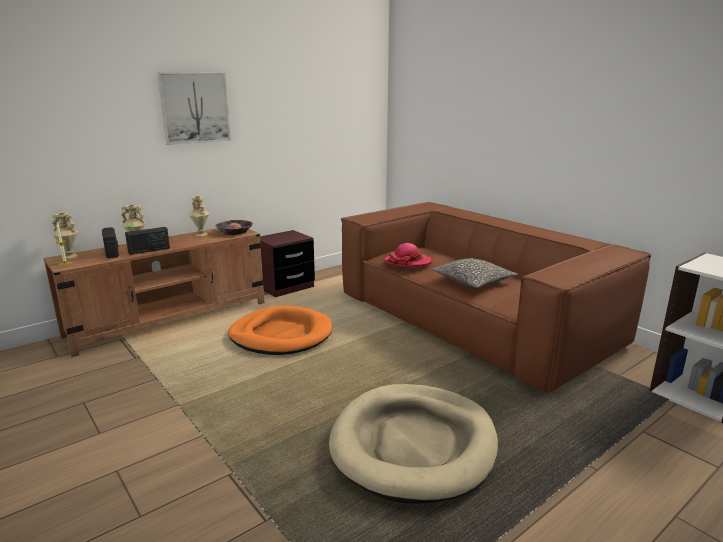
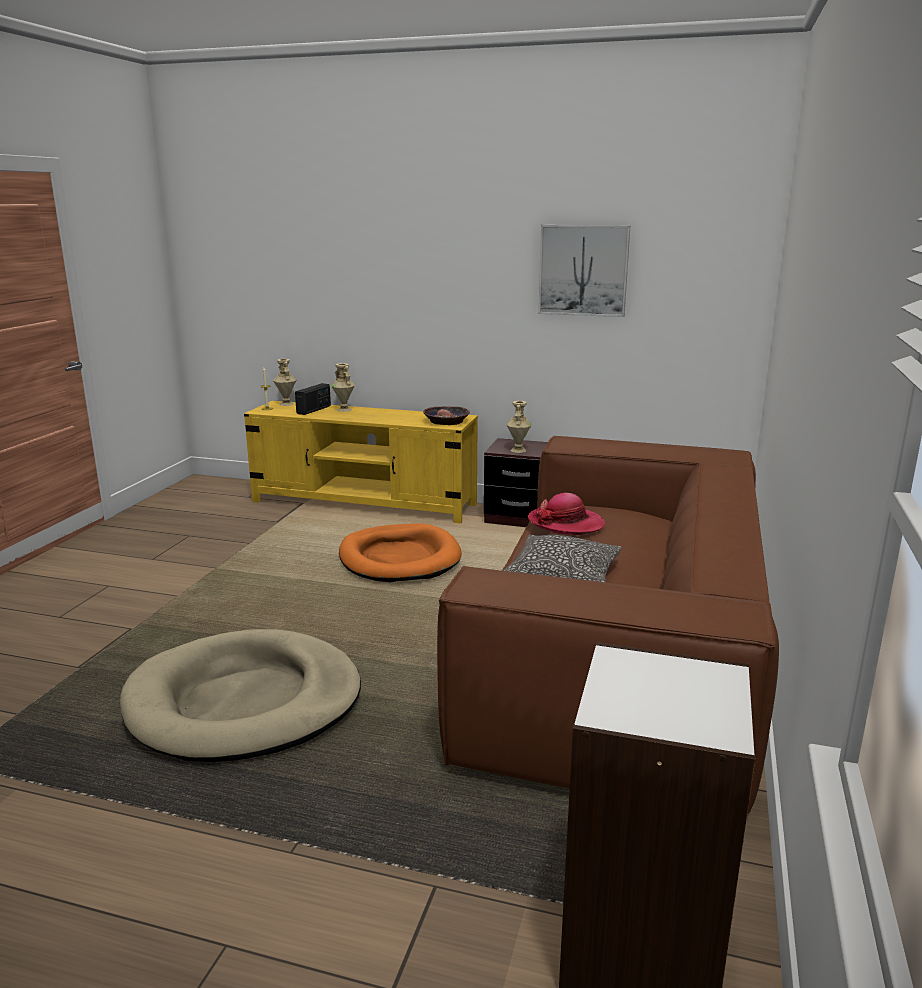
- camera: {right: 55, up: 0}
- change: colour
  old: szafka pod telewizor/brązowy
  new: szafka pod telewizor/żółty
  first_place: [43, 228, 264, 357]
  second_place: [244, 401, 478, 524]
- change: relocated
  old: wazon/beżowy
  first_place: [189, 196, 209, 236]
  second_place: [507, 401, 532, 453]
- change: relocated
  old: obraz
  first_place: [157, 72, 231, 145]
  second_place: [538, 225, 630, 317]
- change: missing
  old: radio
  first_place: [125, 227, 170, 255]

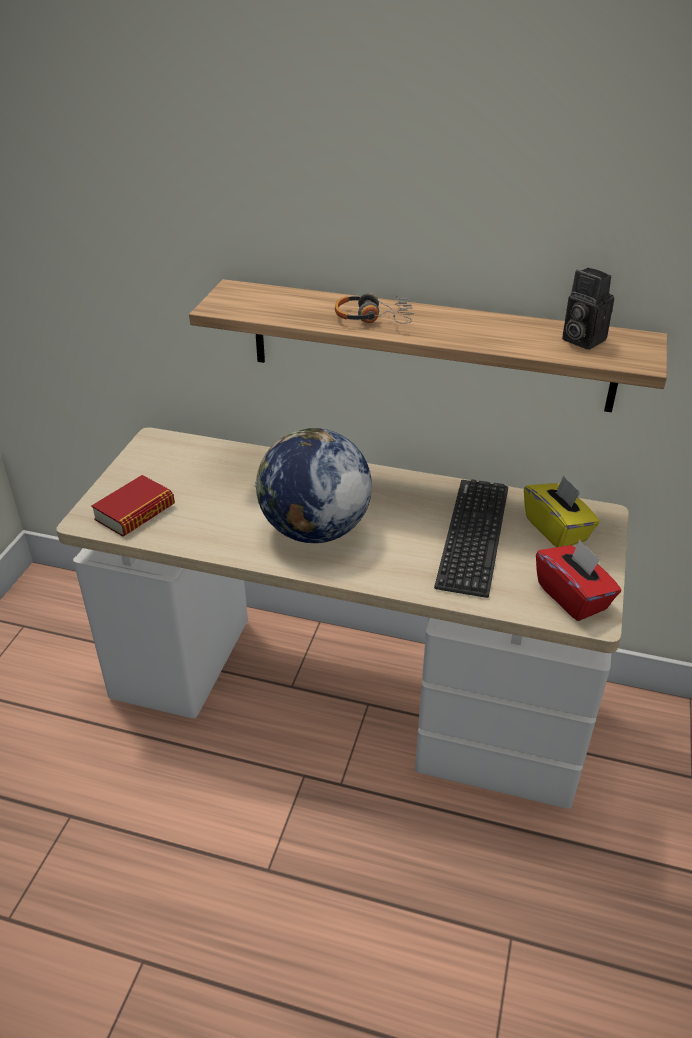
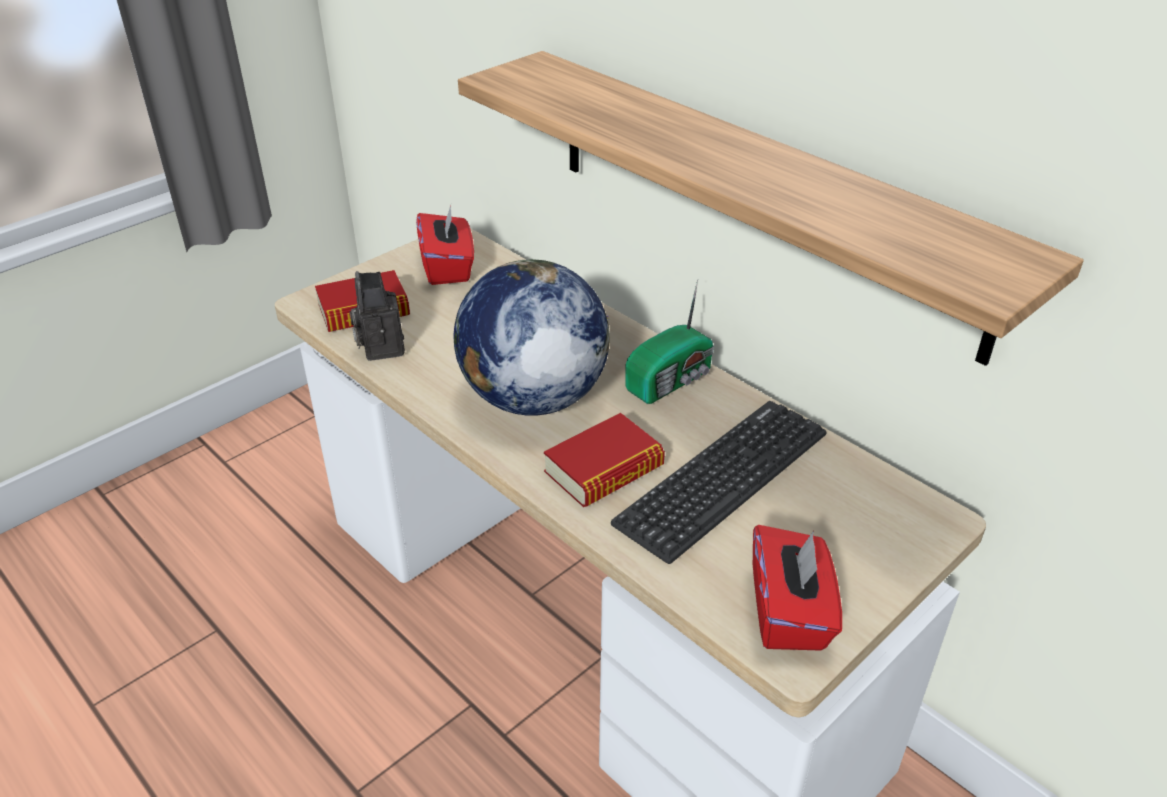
- camera: {right: 30, up: 0}
- change: relocated
  old: aparat fotograficzny
  first_place: [562, 268, 614, 350]
  second_place: [350, 271, 405, 361]
- change: appeared
  new: pudełko chusteczek/czerwony
  second_place: [416, 205, 474, 285]
- change: appeared
  new: książka
  second_place: [544, 413, 665, 507]
- change: appeared
  new: radio
  second_place: [625, 279, 714, 404]
- change: missing
  old: słuchawki
  first_place: [335, 293, 414, 324]
- change: missing
  old: pudełko chusteczek/żółty
  first_place: [524, 475, 600, 547]

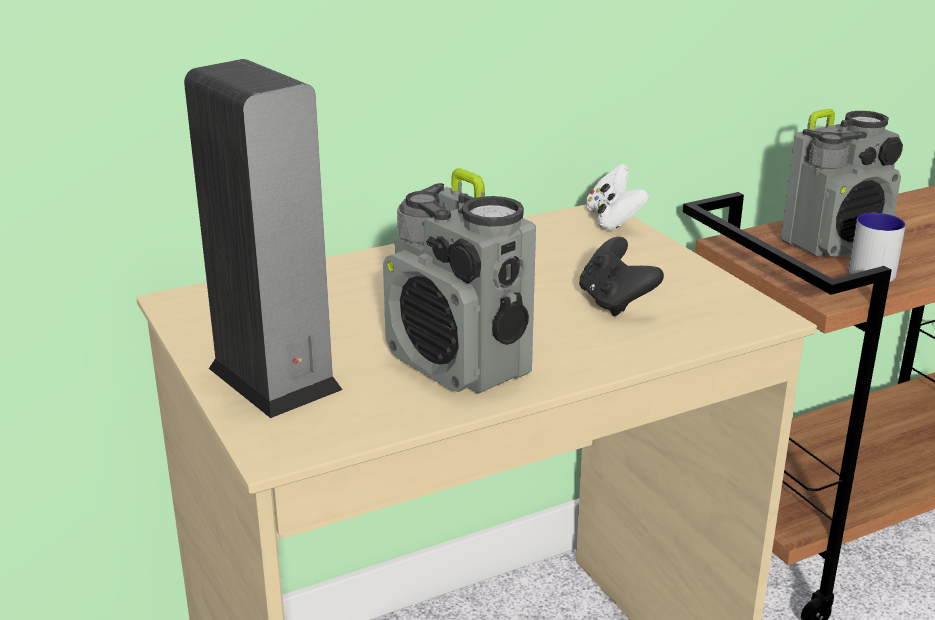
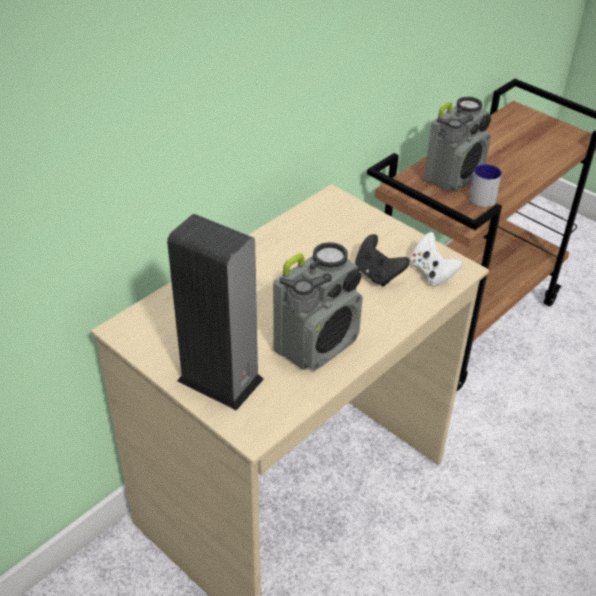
- camera: {right: -20, up: 15}
- change: spun
  old: radio
  first_place: [383, 168, 536, 394]
  second_place: [273, 242, 363, 371]
  degrees: -75
- change: relocated
  old: pad do gier/biały
  first_place: [586, 164, 649, 230]
  second_place: [410, 232, 463, 286]

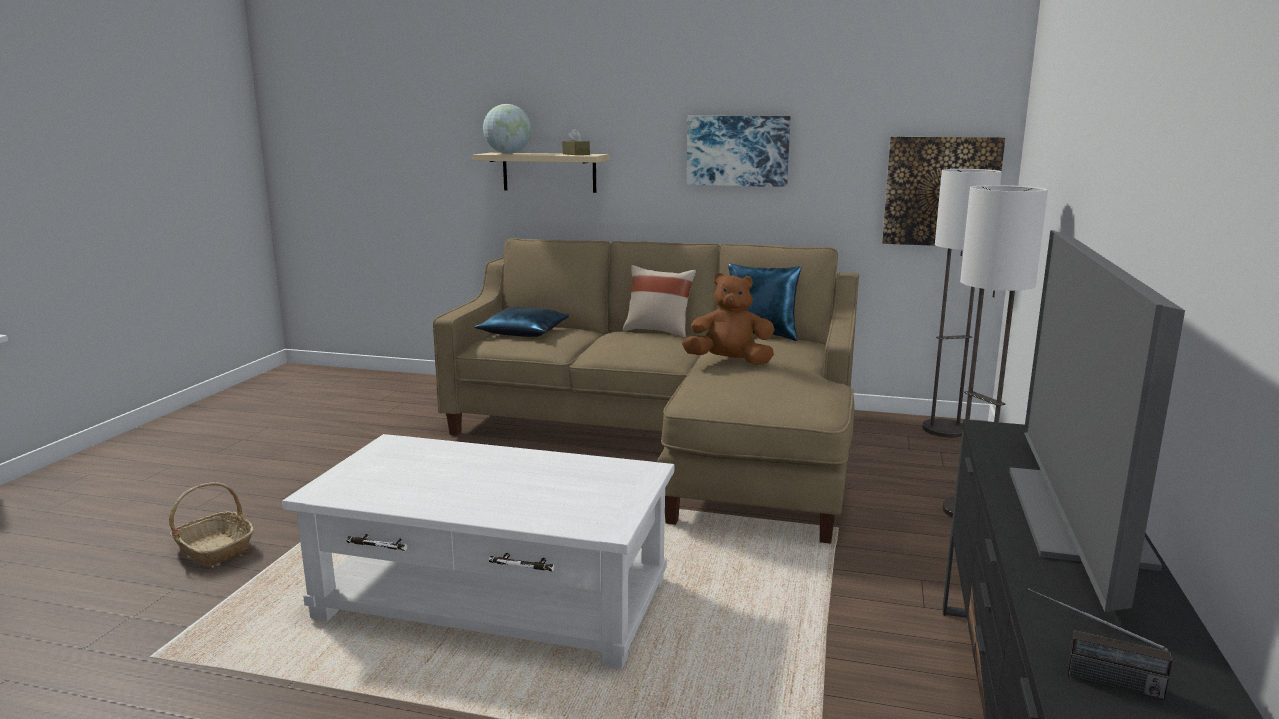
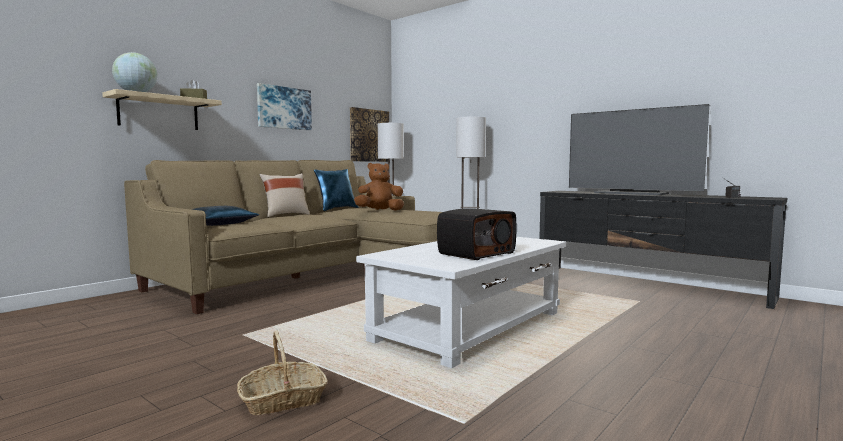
- camera: {right: -65, up: -10}
- change: spun
  old: pluszak/brązowy
  first_place: [682, 273, 775, 365]
  second_place: [354, 163, 404, 211]
  degrees: 45
- change: appeared
  new: radio
  second_place: [437, 208, 516, 260]

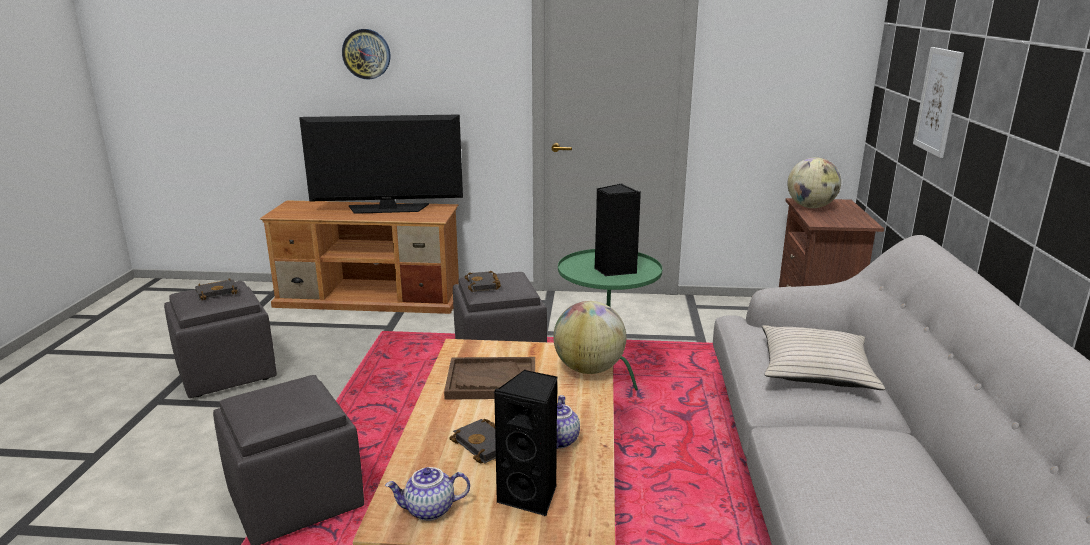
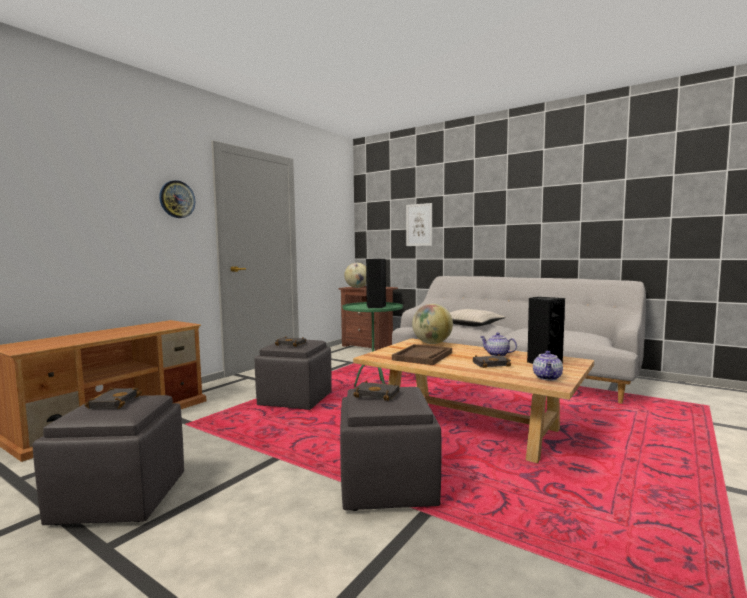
- camera: {right: -60, up: -15}
- change: relocated
  old: zegar ścienny
  first_place: [342, 29, 390, 79]
  second_place: [159, 180, 195, 218]
- change: appeared
  new: książka/czarny
  second_place: [353, 381, 399, 401]
- change: missing
  old: telewizor
  first_place: [299, 114, 463, 214]

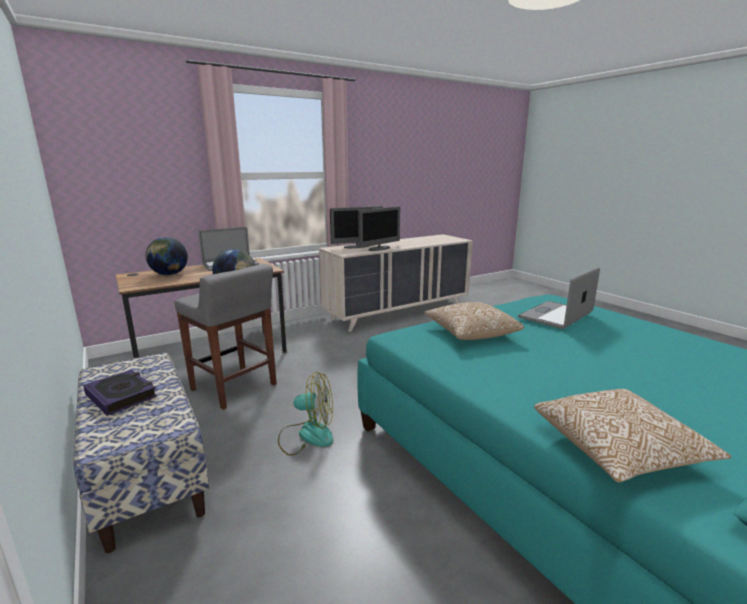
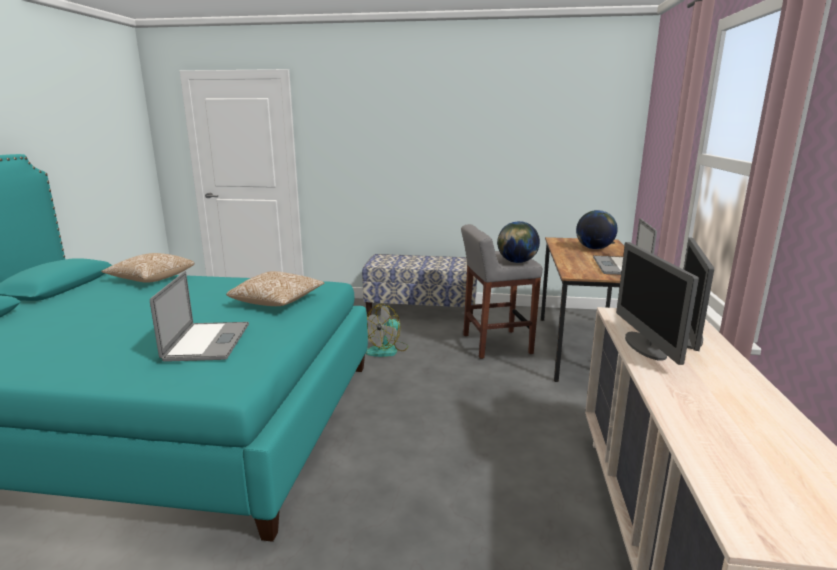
- camera: {right: 130, up: 0}
- change: missing
  old: książka
  first_place: [83, 369, 157, 416]

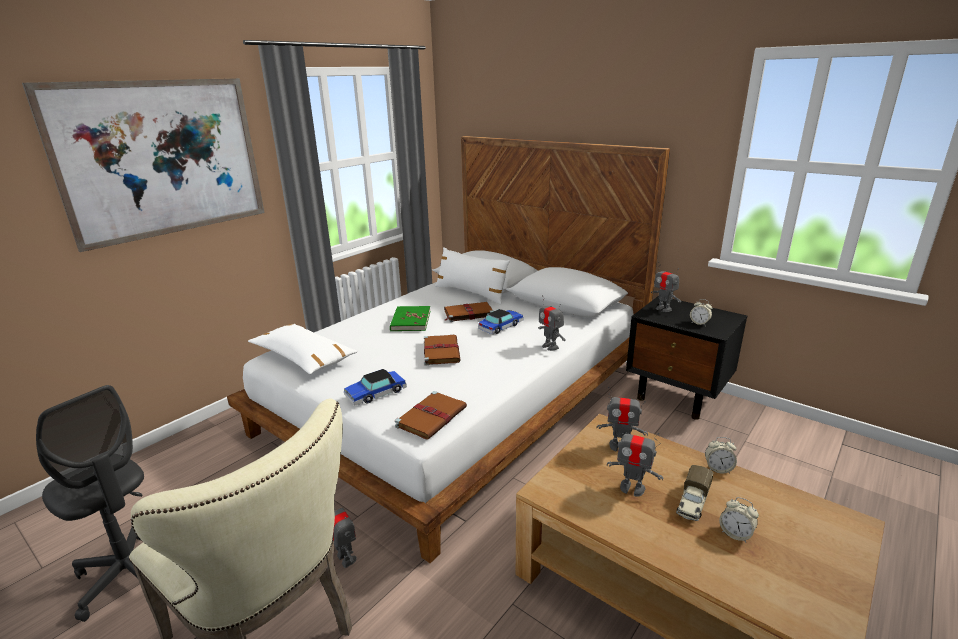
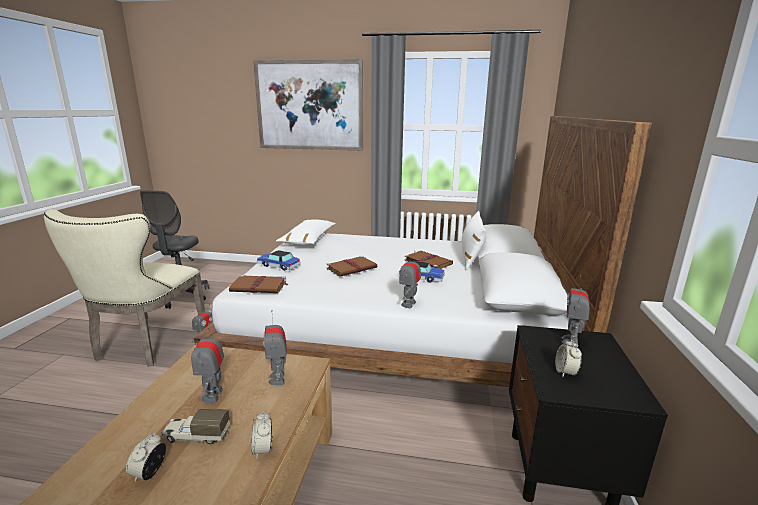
- camera: {right: 60, up: -5}
- change: missing
  old: książka/zielony
  first_place: [390, 306, 430, 331]

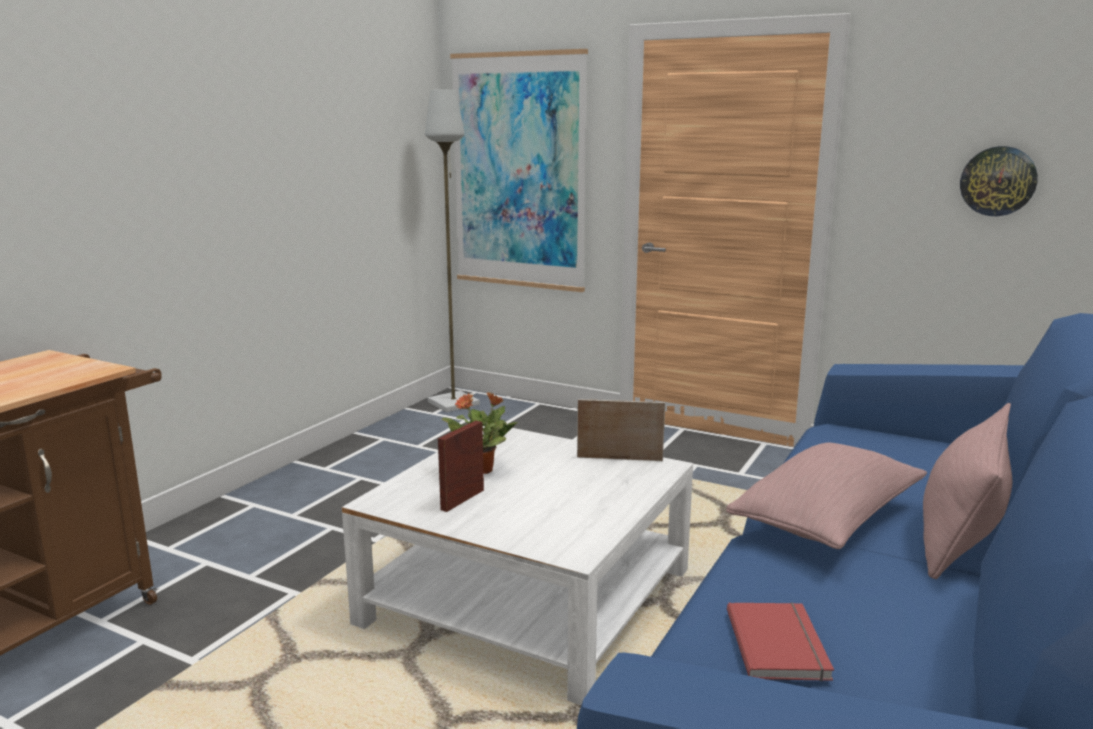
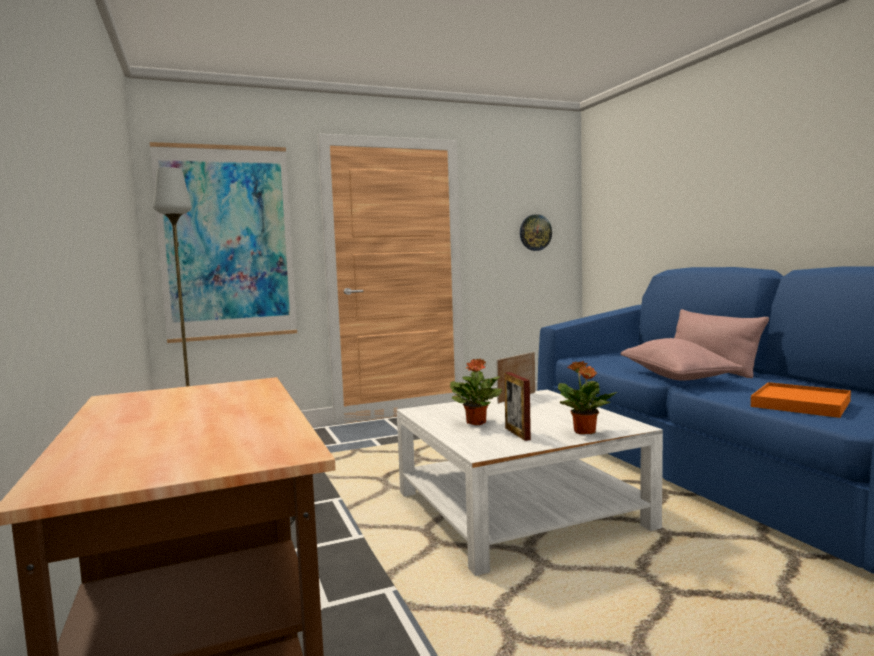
- camera: {right: -50, up: -10}
- change: appeared
  new: roślina doniczkowa
  second_place: [558, 361, 618, 434]
- change: exchanged
  old: książka/czerwony
  new: taca/pomarańczowy
  first_place: [727, 602, 834, 681]
  second_place: [751, 382, 851, 418]

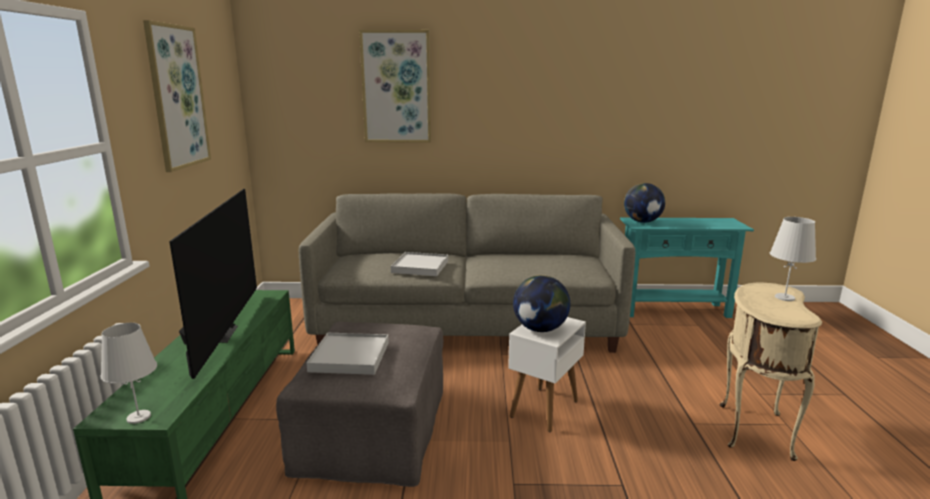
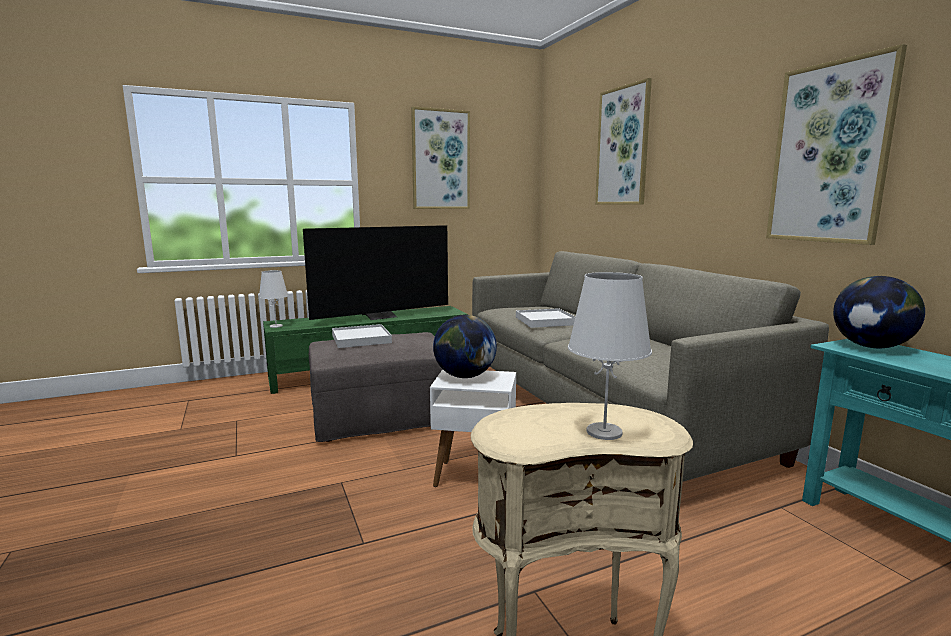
- camera: {right: 65, up: -5}
- change: appeared
  new: obraz
  second_place: [766, 44, 907, 245]

